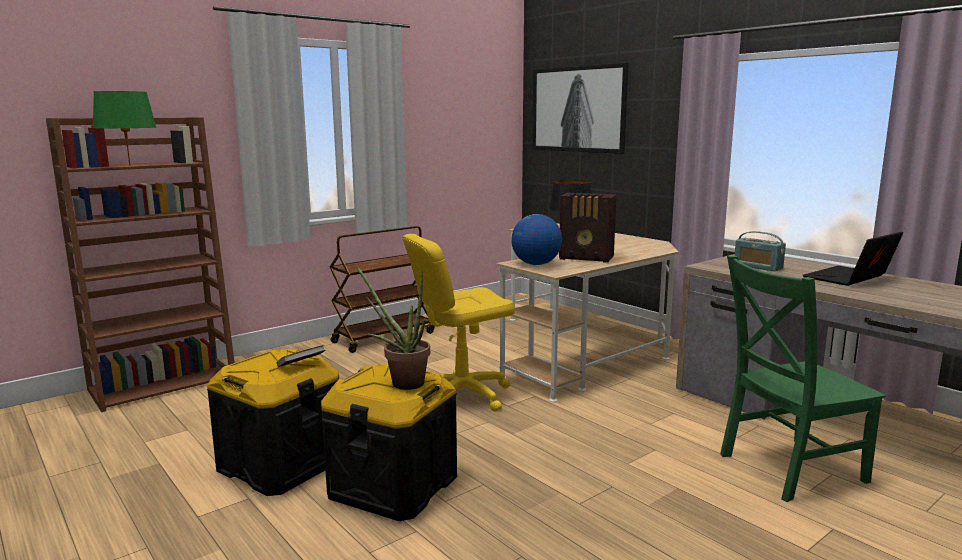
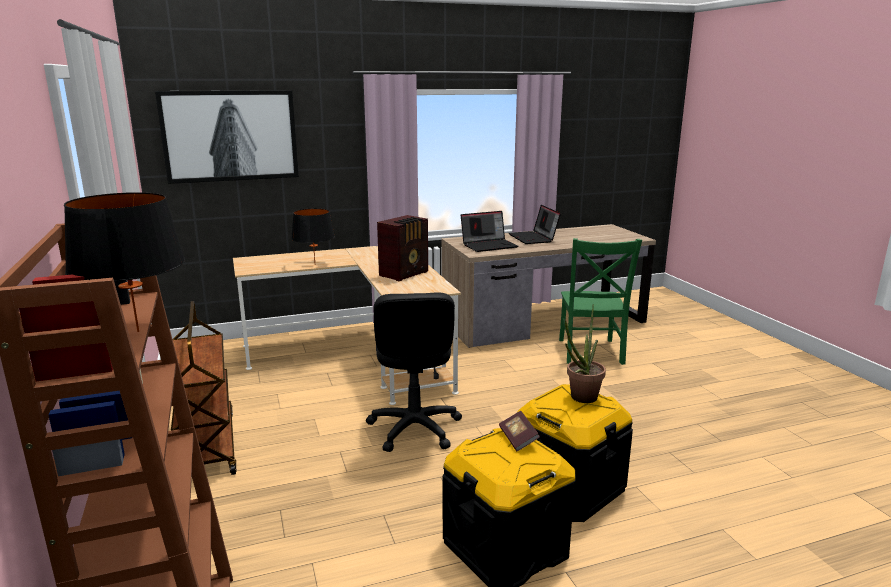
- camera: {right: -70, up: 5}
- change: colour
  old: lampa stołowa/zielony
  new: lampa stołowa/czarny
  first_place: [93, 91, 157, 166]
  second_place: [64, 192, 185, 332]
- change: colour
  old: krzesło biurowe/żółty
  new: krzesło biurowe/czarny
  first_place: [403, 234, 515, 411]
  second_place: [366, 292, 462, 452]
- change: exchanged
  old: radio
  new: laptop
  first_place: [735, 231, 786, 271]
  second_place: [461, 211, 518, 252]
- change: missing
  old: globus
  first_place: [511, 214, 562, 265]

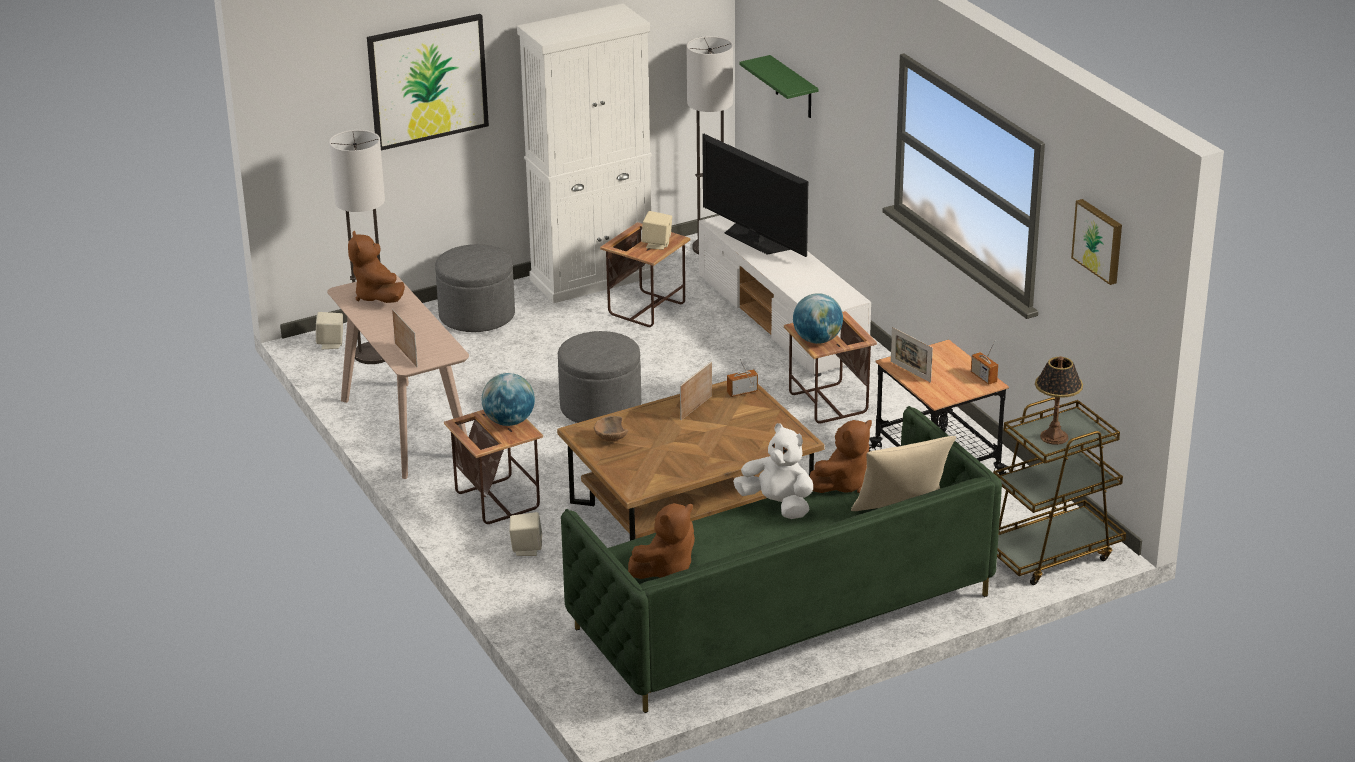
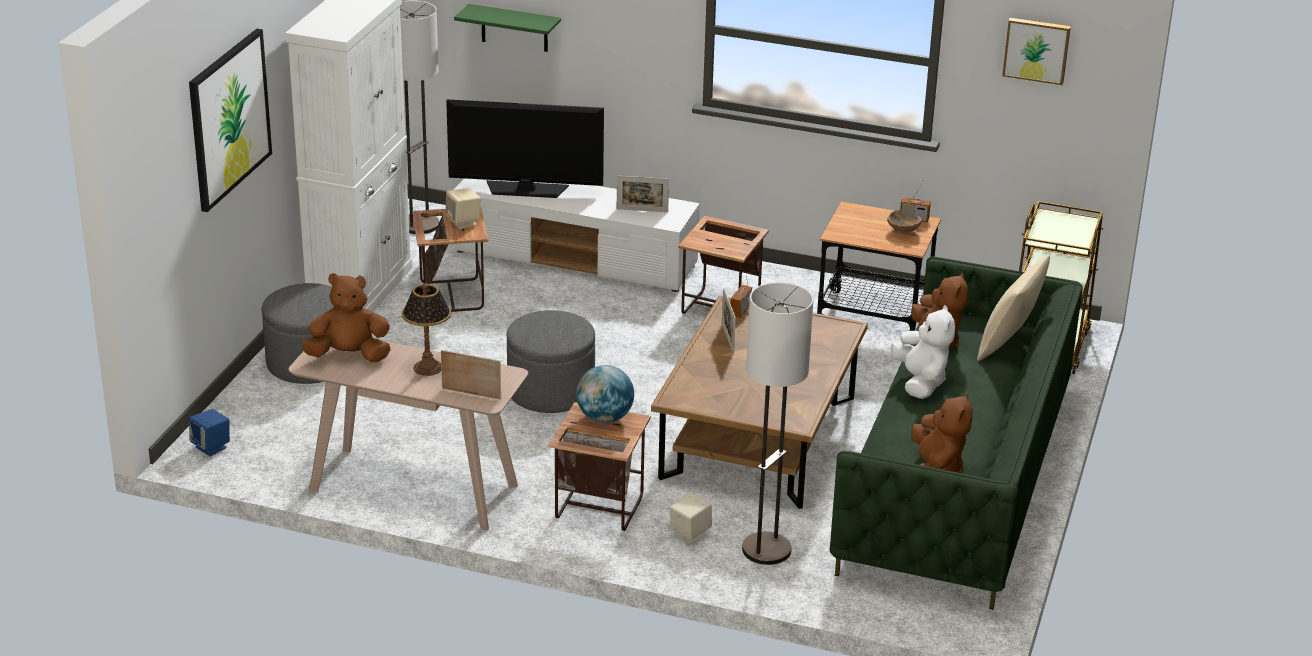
- camera: {right: -45, up: 0}
- change: colour
  old: głośnik/beżowy
  new: głośnik/niebieski
  first_place: [316, 312, 343, 349]
  second_place: [189, 409, 230, 457]
- change: spun
  old: pluszak/brązowy
  first_place: [348, 231, 405, 303]
  second_place: [301, 273, 391, 362]
  degrees: 150
- change: relocated
  old: lampa stołowa
  first_place: [1035, 356, 1083, 445]
  second_place: [401, 283, 451, 376]
- change: relocated
  old: ramka na zdjęcie
  first_place: [891, 327, 933, 383]
  second_place: [617, 176, 669, 212]
- change: relocated
  old: lampa stojąca
  first_place: [329, 130, 385, 364]
  second_place: [742, 282, 814, 565]
- change: relocated
  old: miska/brązowy
  first_place: [594, 416, 628, 441]
  second_place: [887, 210, 922, 233]
- change: spun
  old: pluszak/biały
  first_place: [733, 423, 813, 519]
  second_place: [891, 305, 955, 399]
  degrees: 90
- change: missing
  old: globus
  first_place: [793, 293, 843, 344]

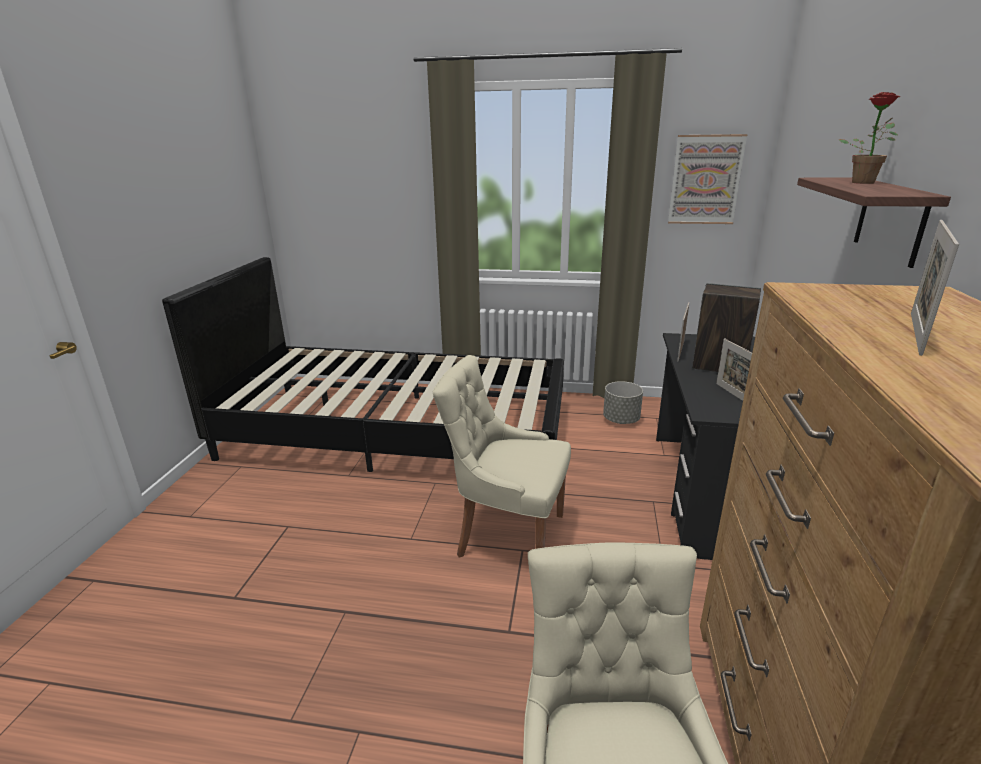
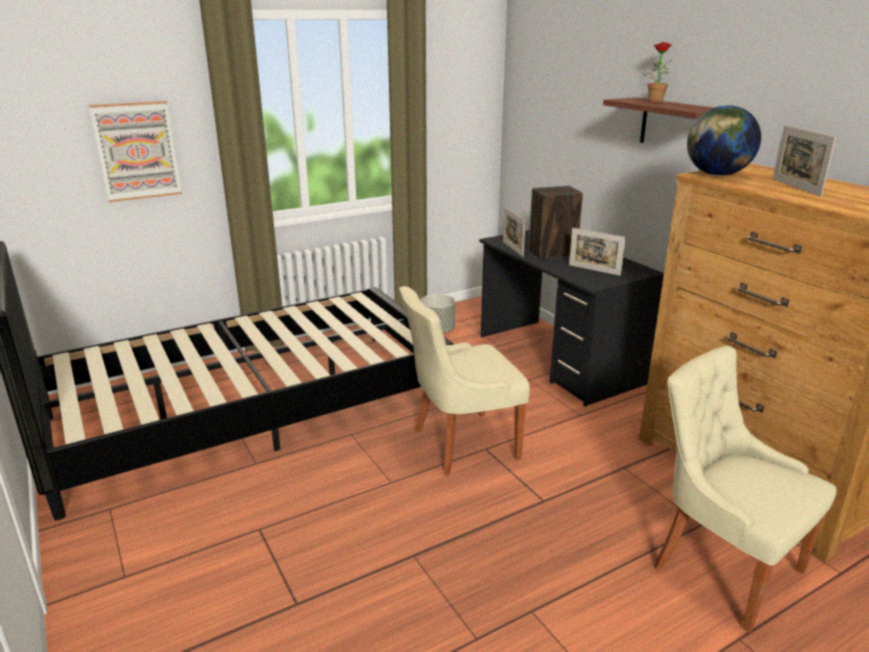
- camera: {right: -40, up: 0}
- change: relocated
  old: obraz
  first_place: [668, 134, 748, 224]
  second_place: [89, 101, 182, 202]
- change: appeared
  new: globus
  second_place: [687, 105, 761, 176]

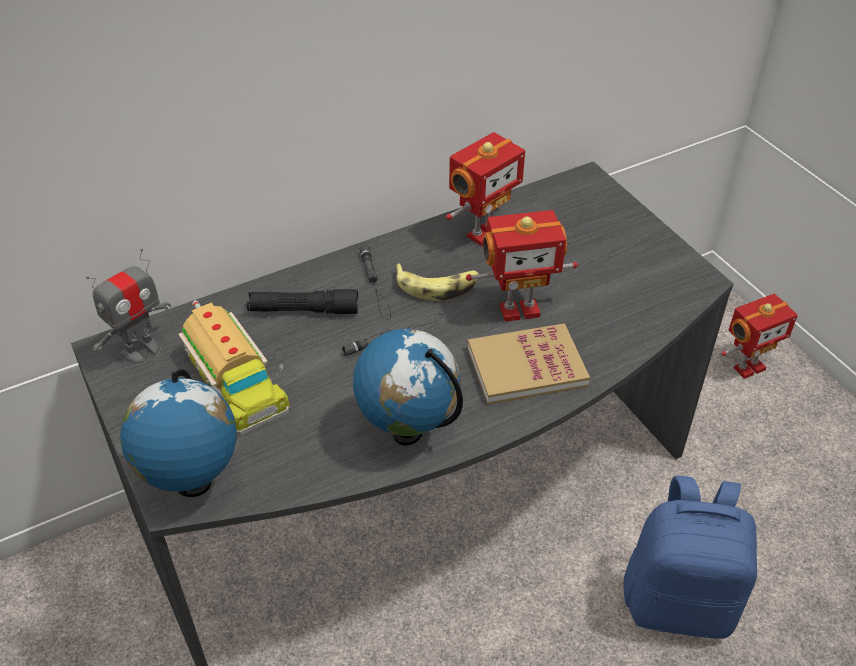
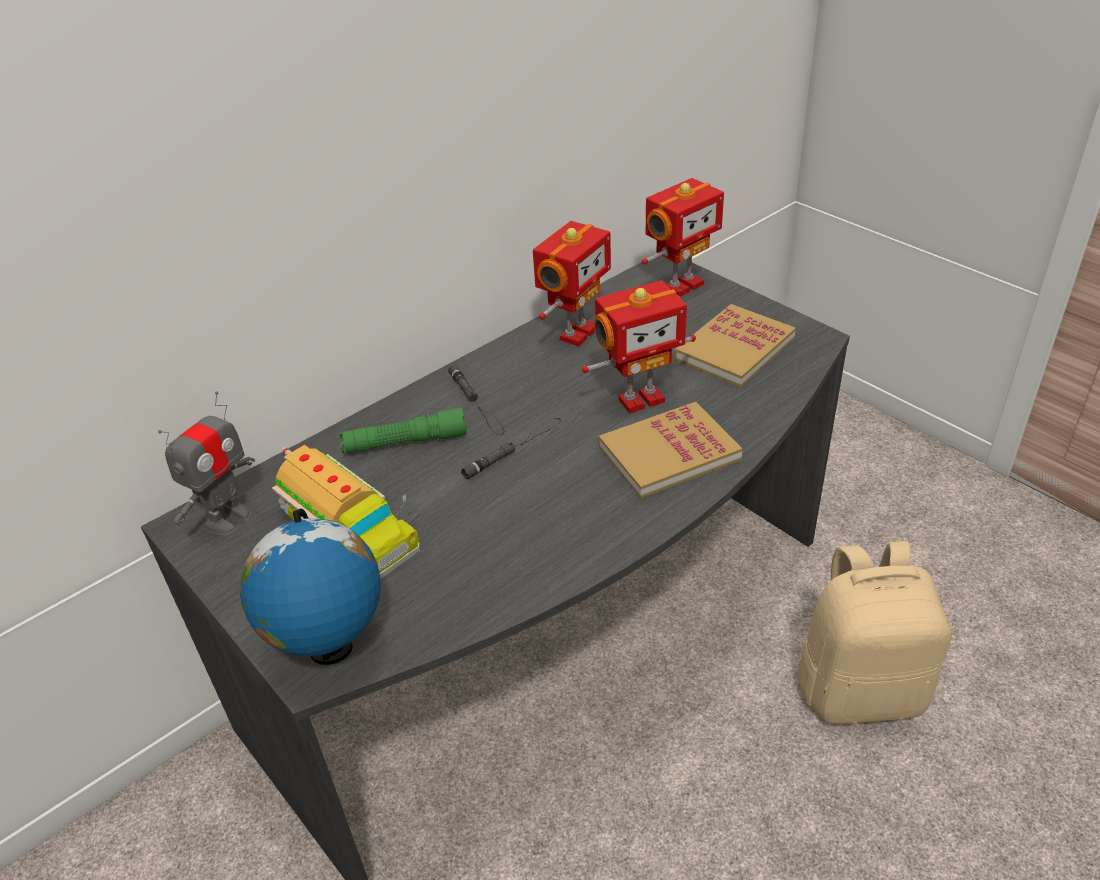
- camera: {right: -10, up: -5}
- change: colour
  old: latarka/czarny
  new: latarka/zielony
  first_place: [246, 289, 358, 314]
  second_place: [339, 408, 467, 454]
- change: relocated
  old: robot zabawkowy
  first_place: [721, 294, 798, 379]
  second_place: [642, 178, 724, 297]
- change: appeared
  new: książka
  second_place: [674, 304, 796, 387]
- change: colour
  old: plecak/niebieski
  new: plecak/beżowy
  first_place: [623, 475, 757, 639]
  second_place: [797, 541, 952, 724]
- change: missing
  old: globus
  first_place: [353, 328, 463, 445]
- change: missing
  old: banan
  first_place: [395, 263, 479, 301]

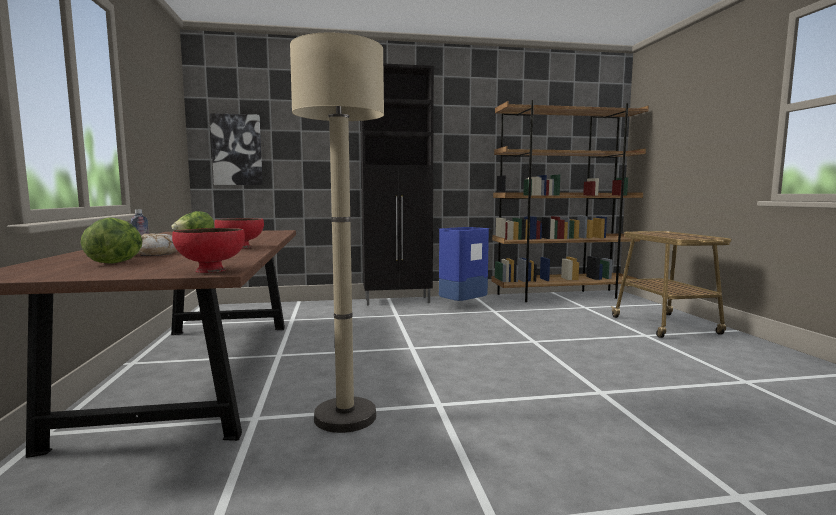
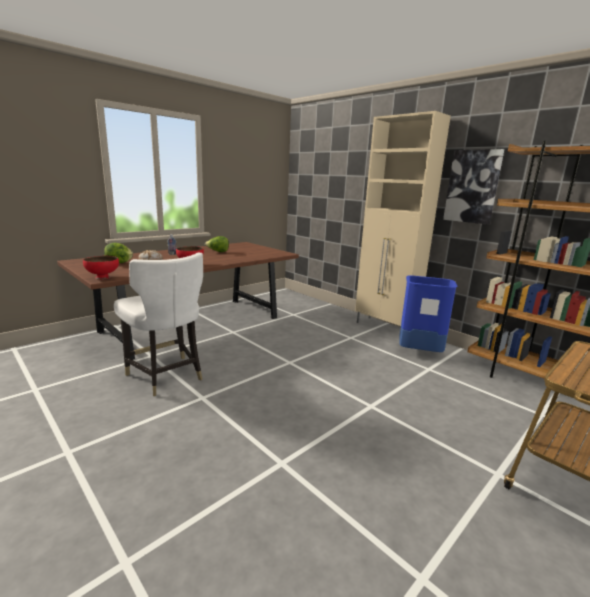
- camera: {right: 55, up: 10}
- change: exchanged
  old: lampa stojąca/beżowy
  new: krzesło/biały
  first_place: [290, 33, 384, 433]
  second_place: [114, 252, 203, 396]
- change: colour
  old: szafka/czarny
  new: szafka/beżowy
  first_place: [361, 63, 434, 306]
  second_place: [355, 111, 451, 326]
- change: relocated
  old: obraz
  first_place: [210, 113, 263, 185]
  second_place: [443, 149, 504, 224]

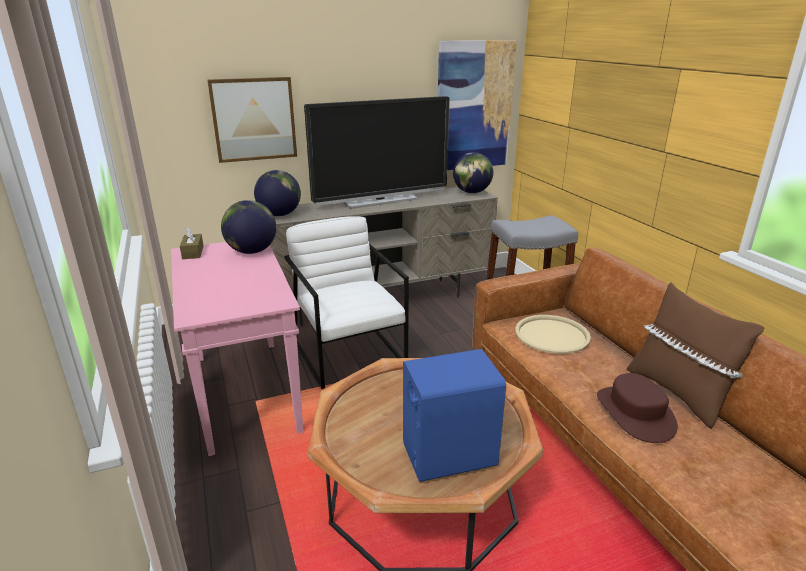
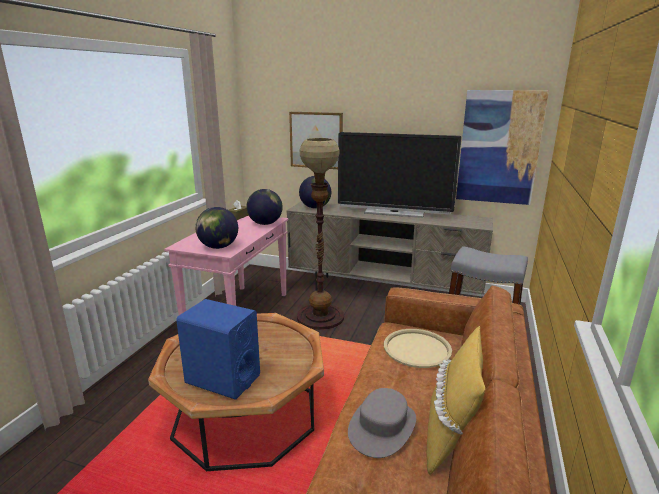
- camera: {right: 40, up: -5}
- change: relocated
  old: globus
  first_place: [453, 152, 493, 193]
  second_place: [195, 207, 238, 249]
- change: exchanged
  old: fotel/biały
  new: lampa stojąca
  first_place: [284, 216, 409, 389]
  second_place: [297, 138, 344, 330]
- change: colour
  old: kapelusz/brązowy
  new: kapelusz/szary
  first_place: [597, 373, 678, 443]
  second_place: [348, 388, 416, 458]
- change: colour
  old: poduszka/brązowy
  new: poduszka/żółty
  first_place: [627, 283, 765, 429]
  second_place: [427, 326, 485, 475]

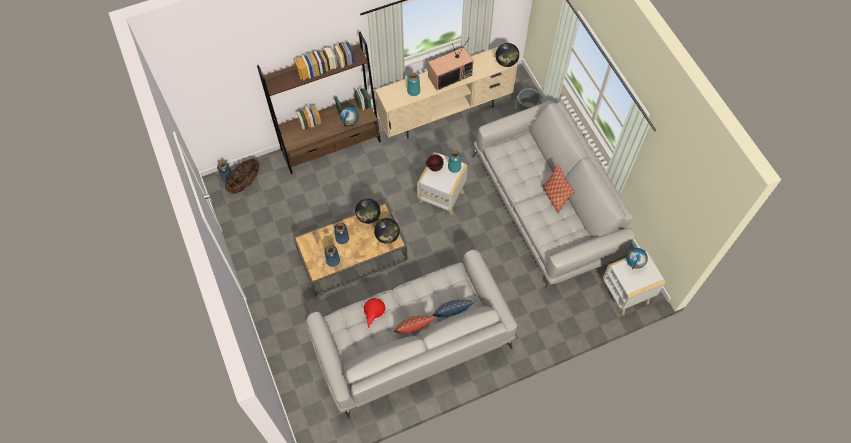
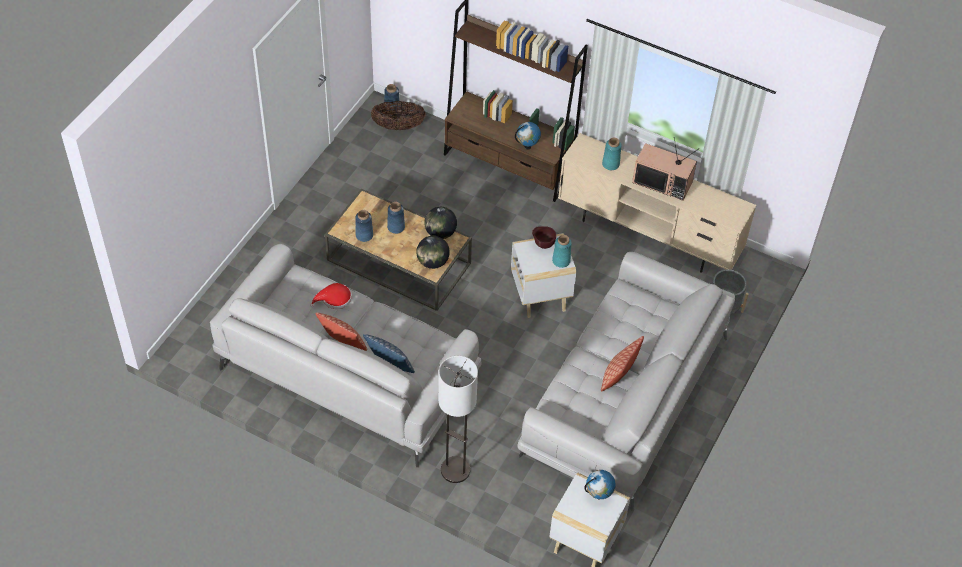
- camera: {right: 50, up: -10}
- change: appeared
  new: lampa stojąca
  second_place: [438, 356, 478, 483]
- change: missing
  old: globus
  first_place: [495, 43, 519, 67]

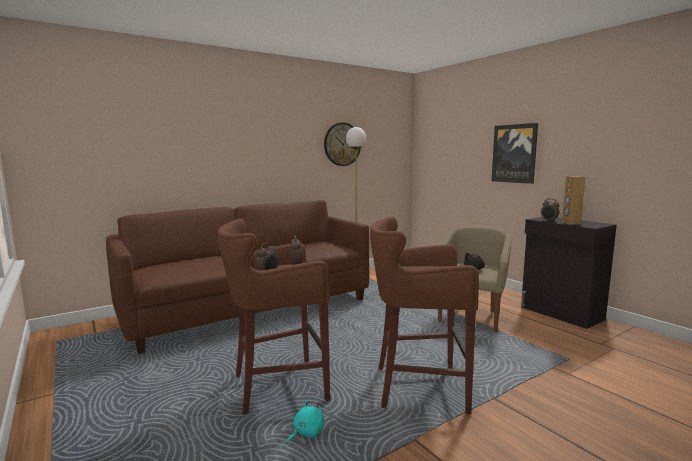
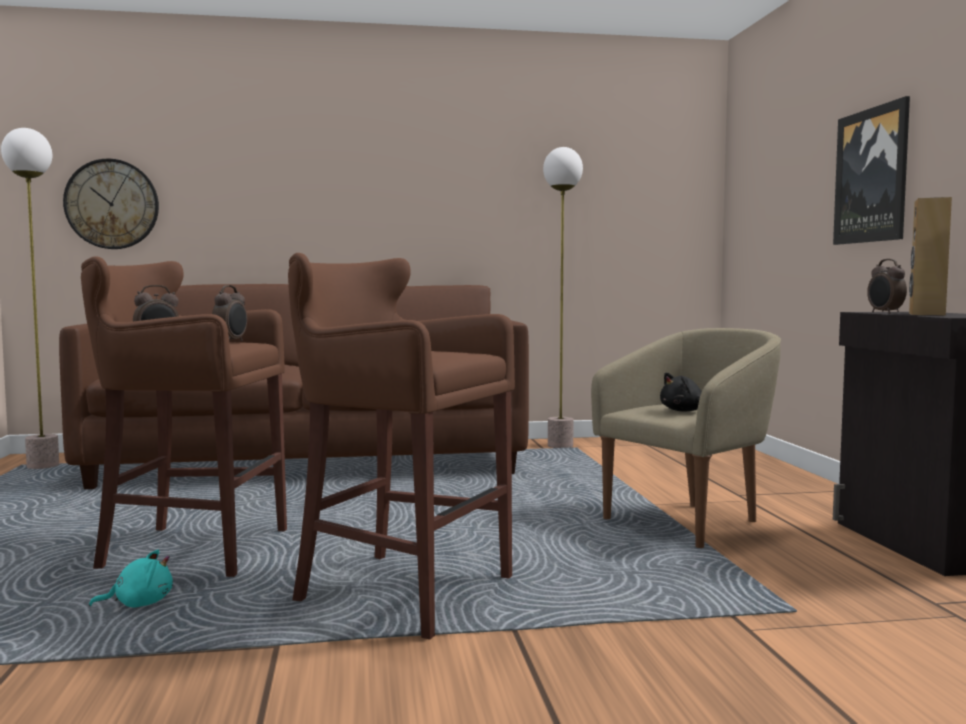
- camera: {right: 25, up: -5}
- change: appeared
  new: lampa stojąca
  second_place: [1, 128, 59, 469]
- change: relocated
  old: zegar ścienny
  first_place: [324, 123, 361, 166]
  second_place: [63, 159, 159, 249]

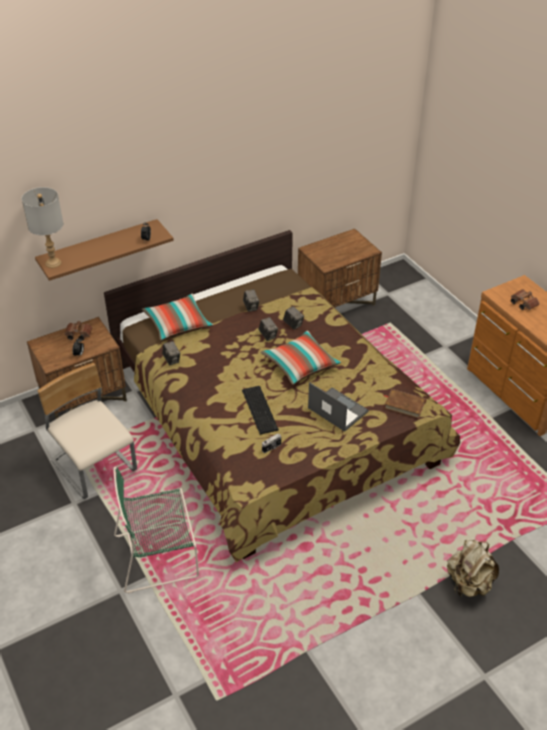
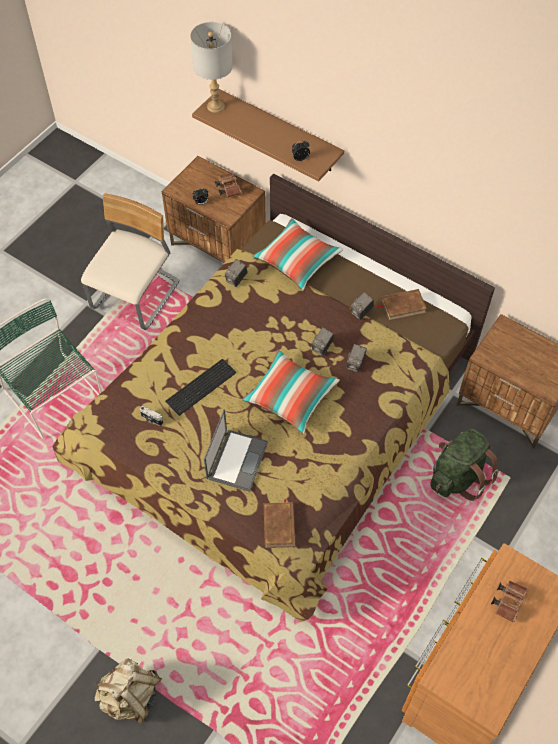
- camera: {right: 65, up: 15}
- change: appeared
  new: książka/brązowy
  second_place: [376, 289, 427, 321]
- change: appeared
  new: plecak/zielony
  second_place: [430, 429, 498, 501]

